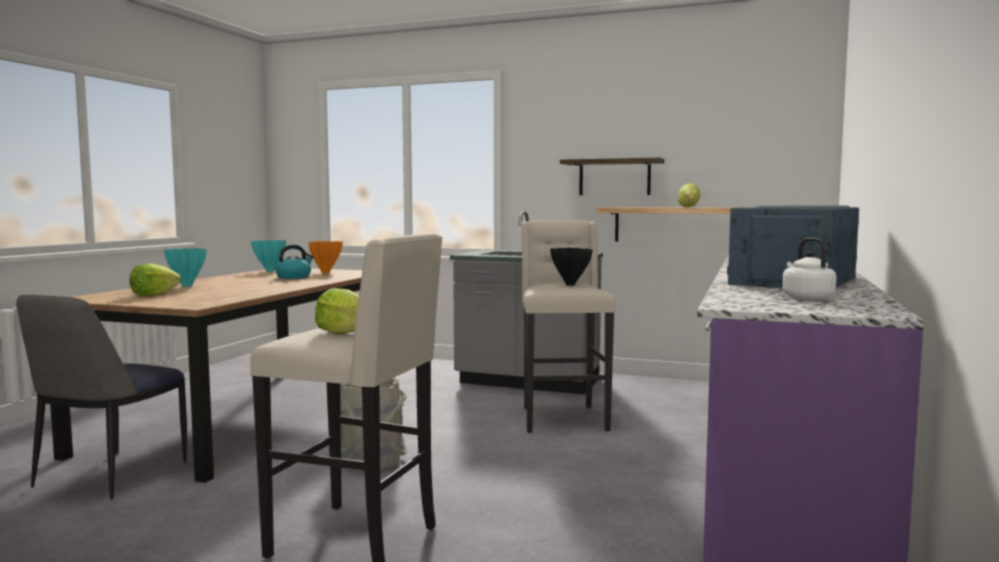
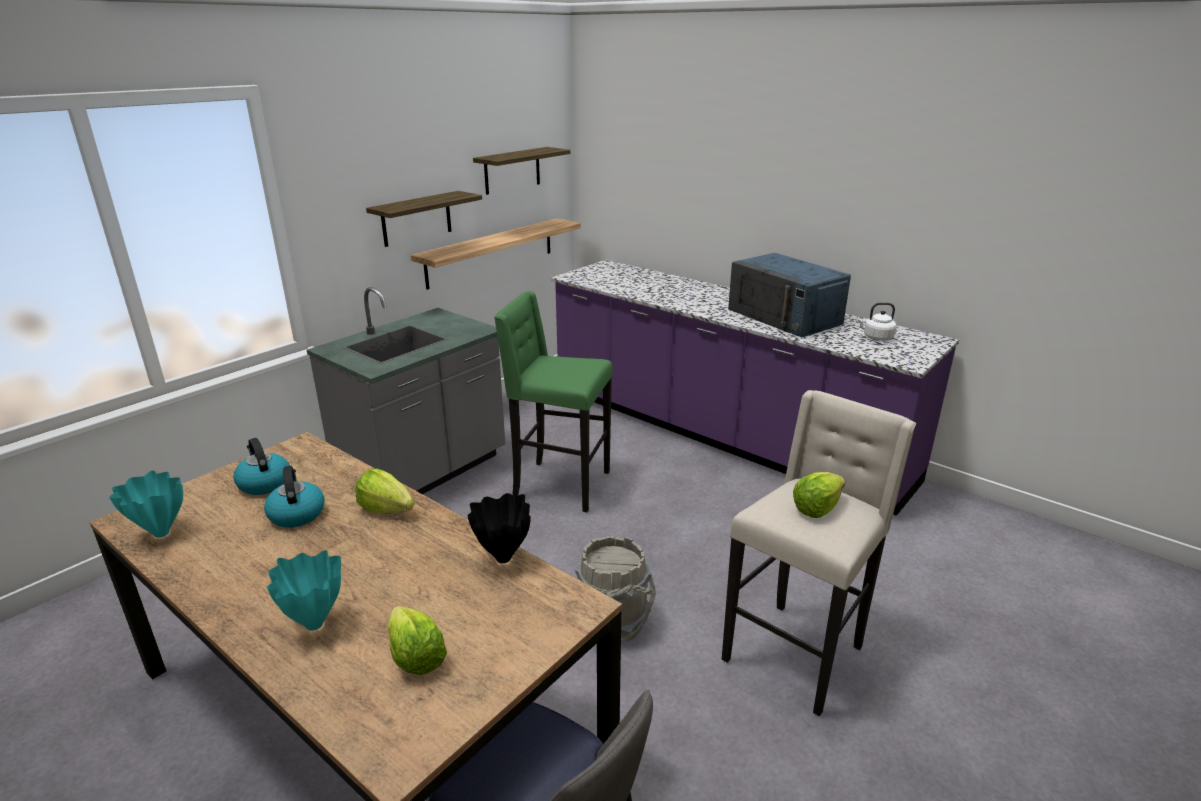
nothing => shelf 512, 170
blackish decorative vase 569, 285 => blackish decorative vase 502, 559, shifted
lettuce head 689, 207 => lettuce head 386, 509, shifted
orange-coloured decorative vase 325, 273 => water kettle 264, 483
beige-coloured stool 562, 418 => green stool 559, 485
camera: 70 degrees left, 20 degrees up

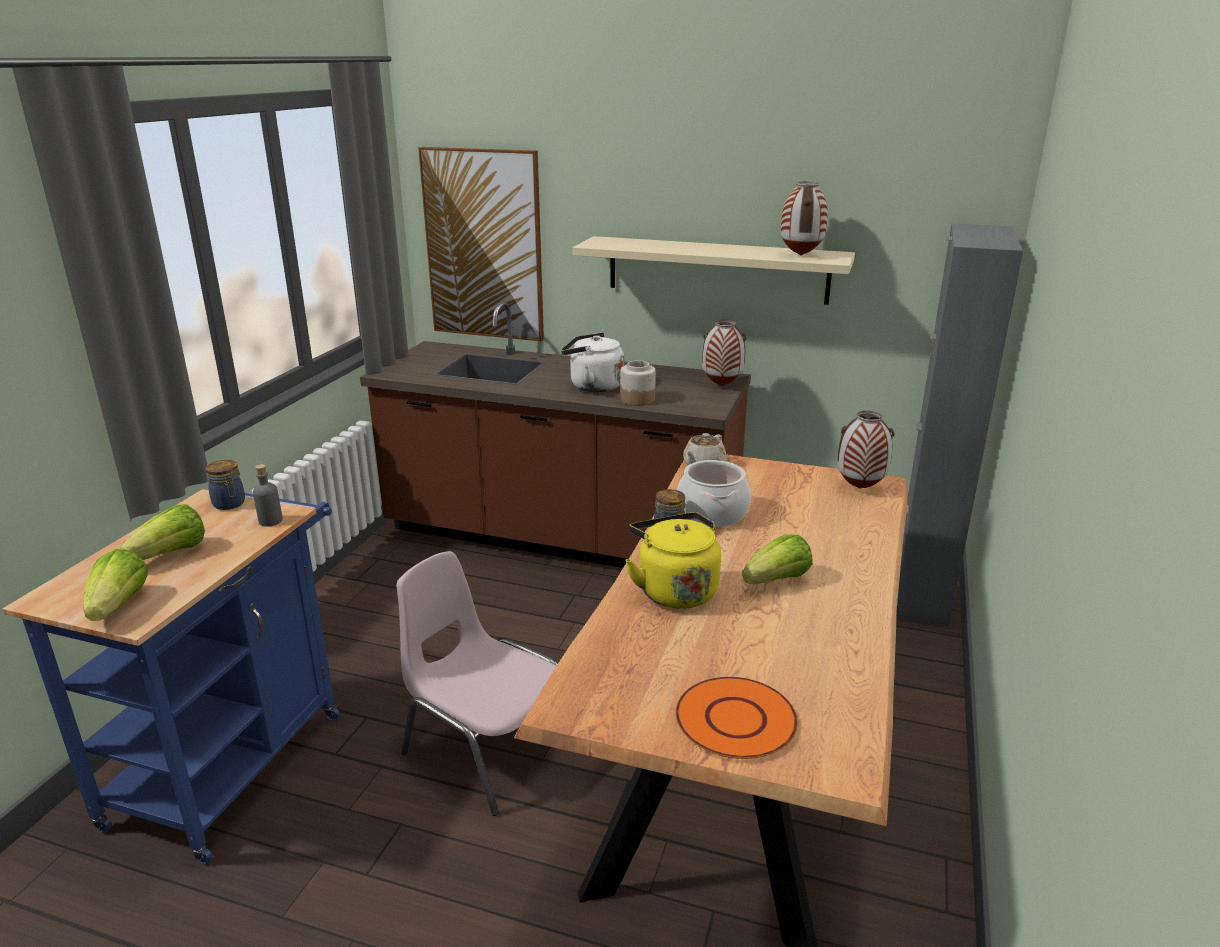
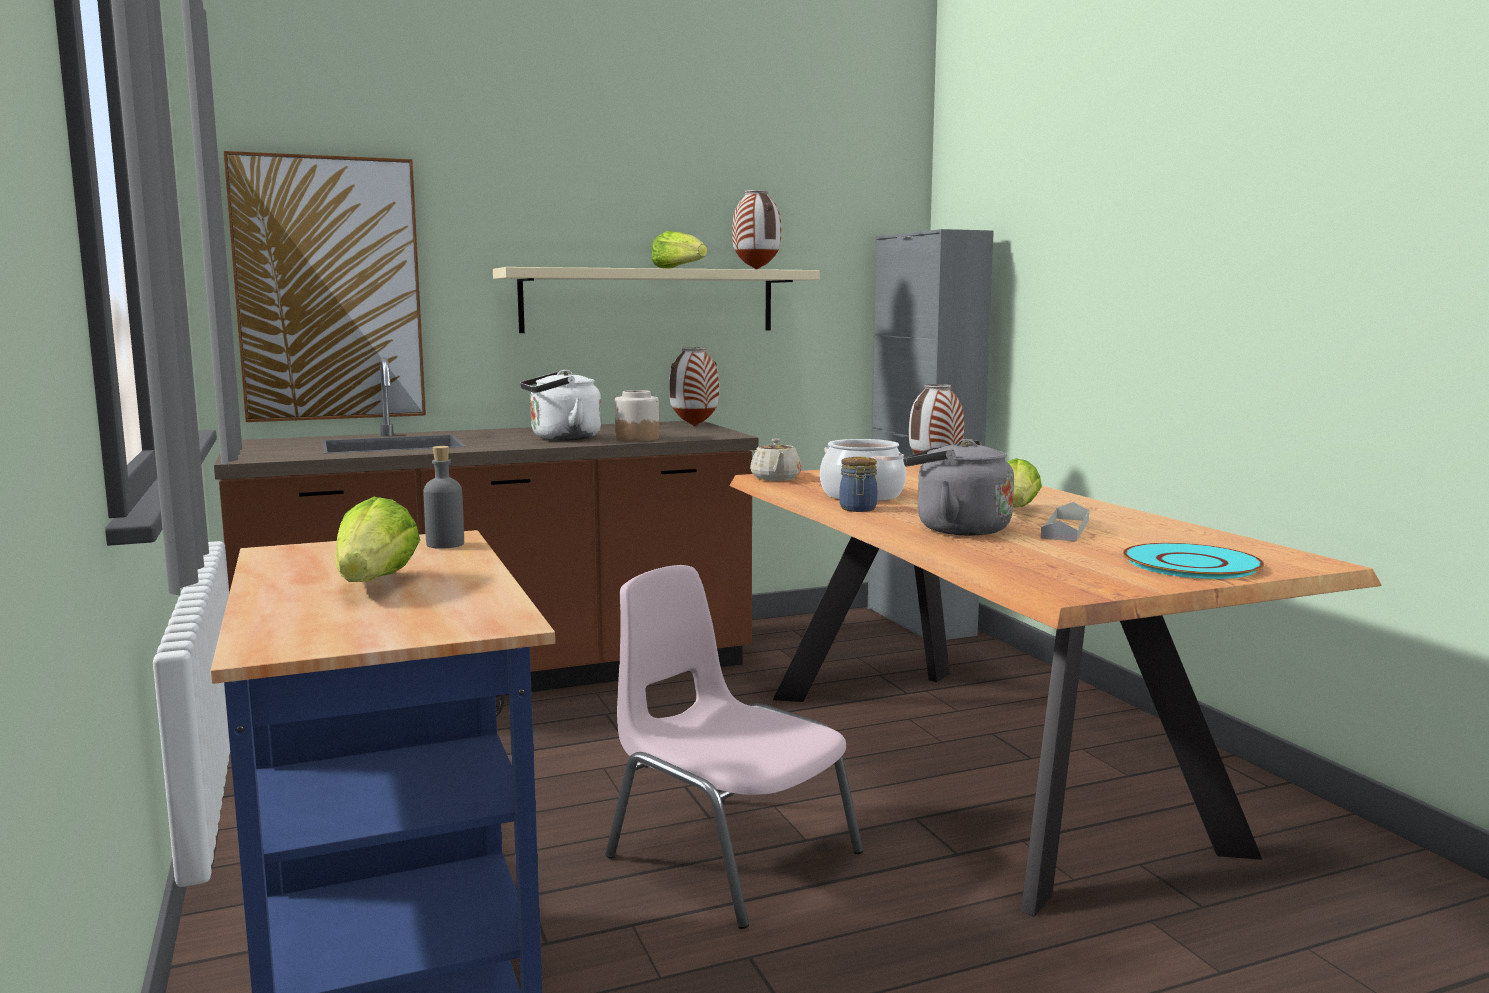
storage jar 229, 504 => nothing
nothing => gray serving tray 1065, 529
lettuce head 119, 605 => lettuce head 678, 268, shifted
yellow-coloured water kettle 674, 590 => gray water kettle 956, 529
orange-coloured flat dish 736, 719 => turquoise-coloured flat dish 1191, 563
pinkish chair 488, 746 => pinkish chair 730, 854, 45 degrees clockwise
camera: 40 degrees left, 15 degrees down

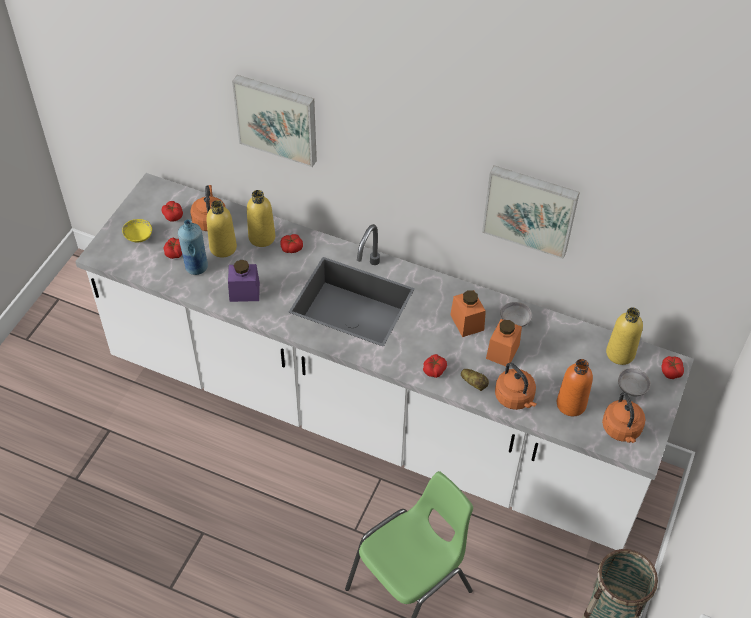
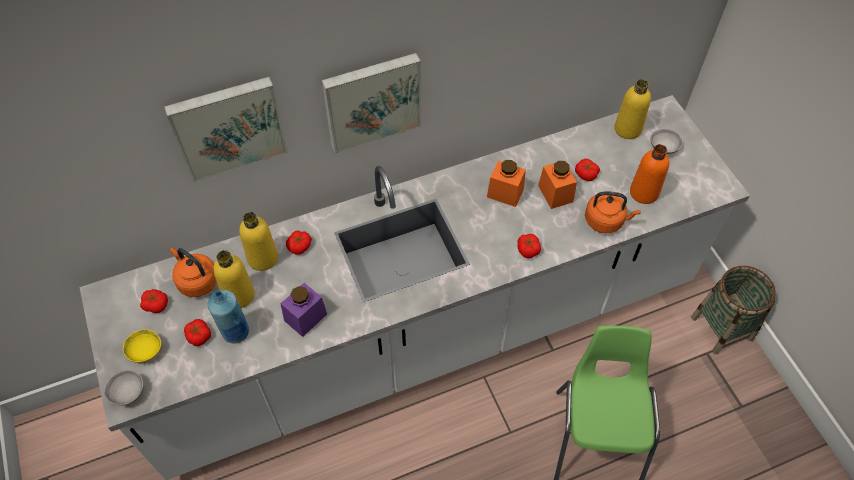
potato 474, 383 => nothing
orange-coloured water kettle 622, 430 => nothing
wall art 530, 209 => wall art 372, 100, shifted
gray deep dish 515, 320 => gray deep dish 127, 392, shifted
tomato 670, 371 => tomato 586, 174, shifted
camera: 45 degrees left, 5 degrees up

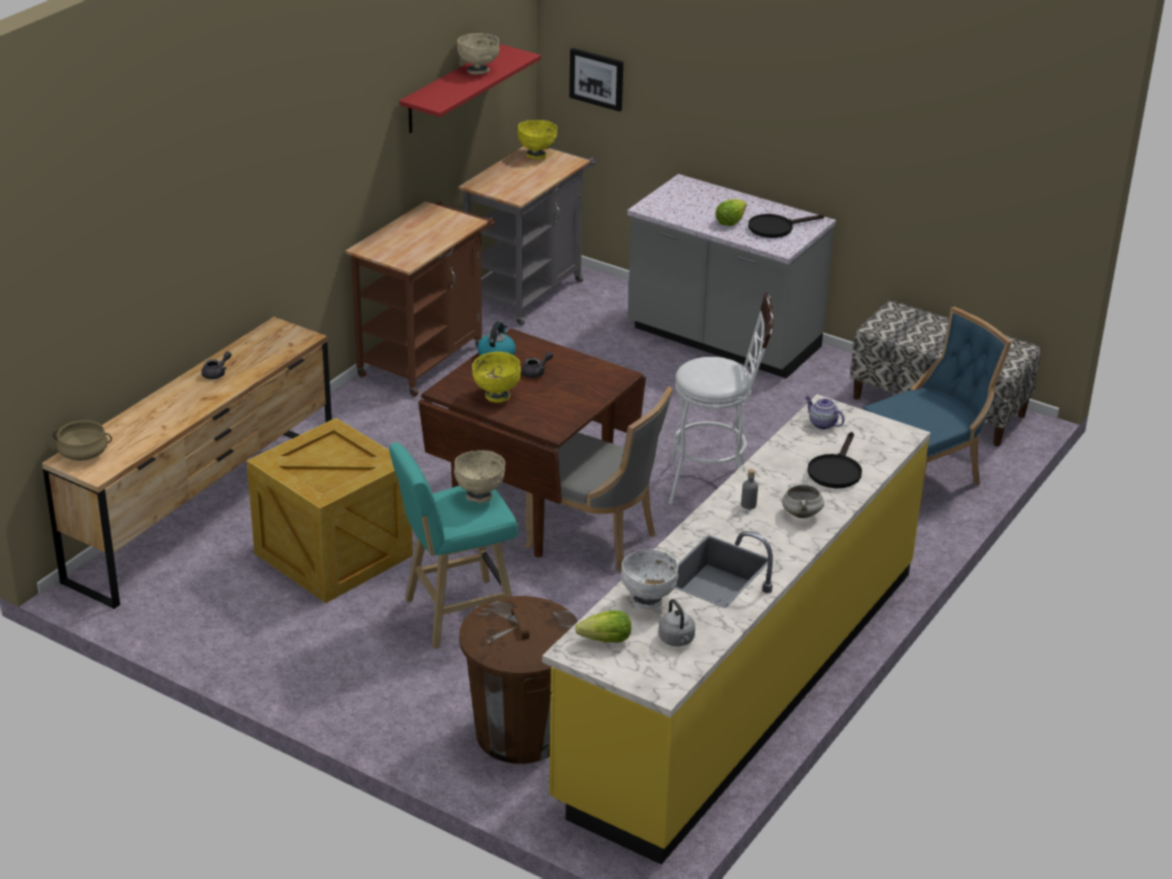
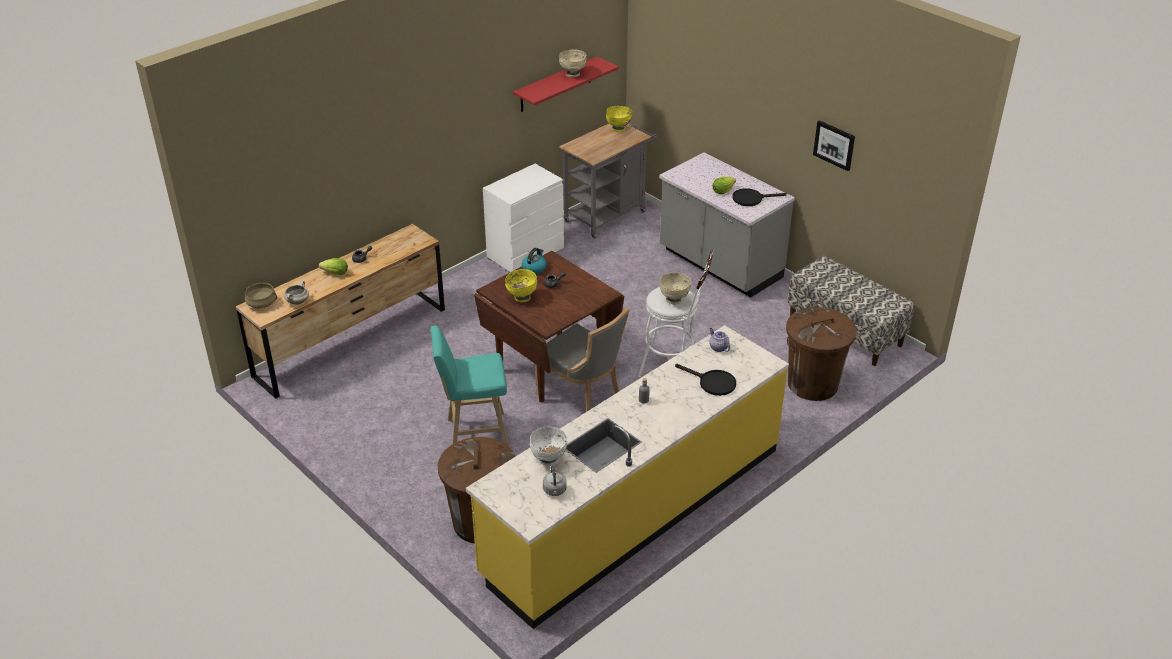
packing crate 331, 554 => nothing
beige-coloured deep dish 480, 496 => beige-coloured deep dish 674, 300, shifted
wall art 597, 79 => wall art 834, 145, shifted
lettuce head 606, 640 => lettuce head 335, 273, shifted
white saucepot 801, 514 => white saucepot 297, 302, shifted
brown-coloured wheeled cart 426, 357 => white chest of drawers 526, 253
blue-coloured chair 924, 481 => brown-coloured trash can 813, 384
blackish frying pan 835, 470 => blackish frying pan 712, 383, 90 degrees counterclockwise
camera: 15 degrees right, 5 degrees up

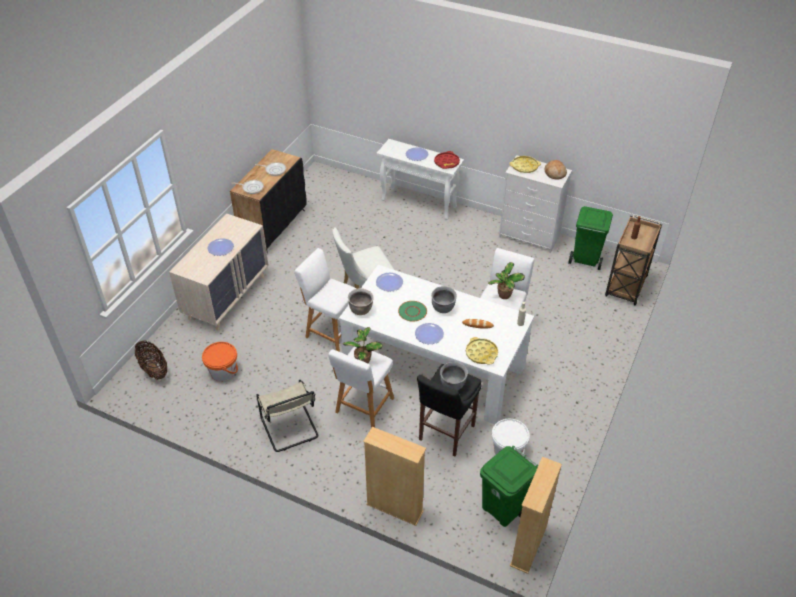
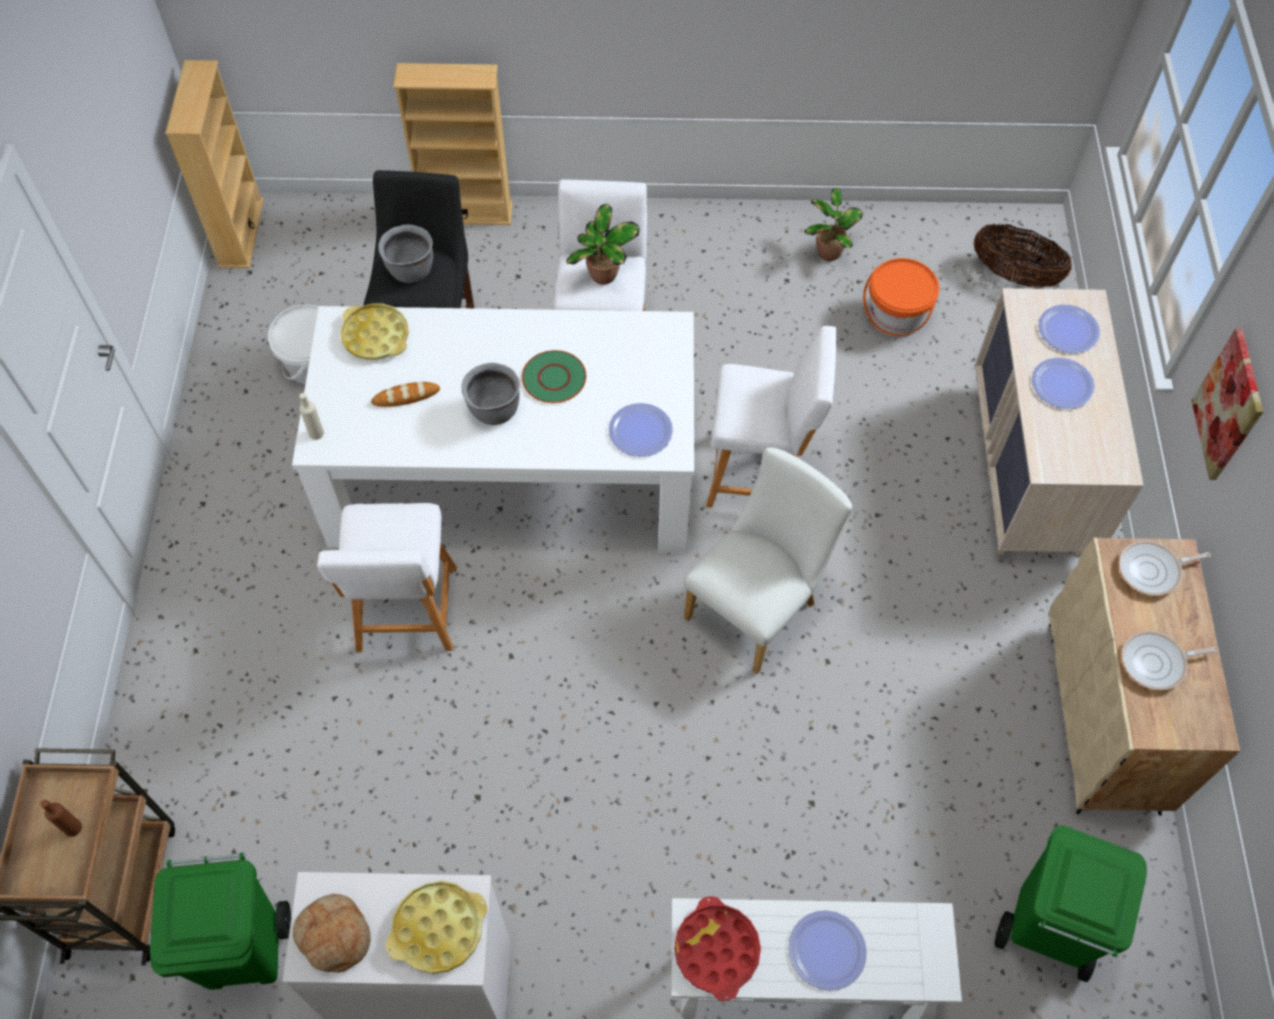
beige-coloured chair 290, 429 => nothing
brown-coloured saucepot 361, 310 => nothing
nothing => wall art 1228, 405
flat dish 429, 334 => flat dish 1068, 330, shifted
green trash can 503, 509 => green trash can 1045, 929, shifted
houseplant 504, 296 => houseplant 828, 251, shifted
blackish cabinet 273, 226 => beige-coloured cabinet 1104, 717
camera: 155 degrees right, 15 degrees up

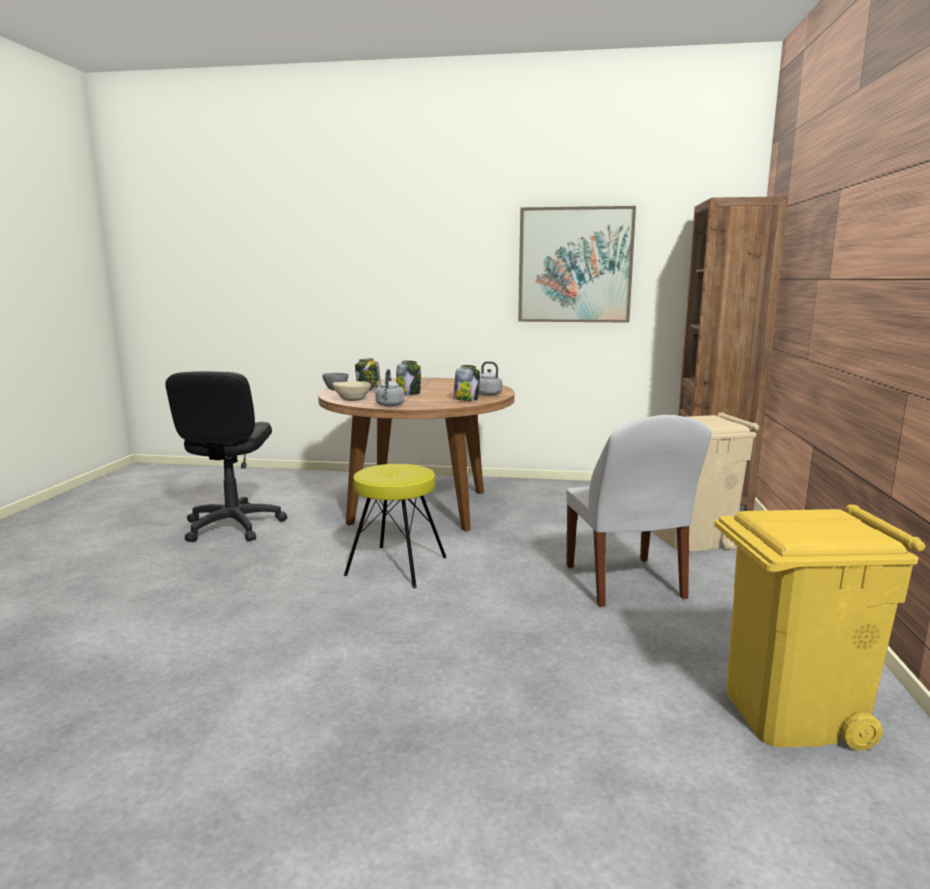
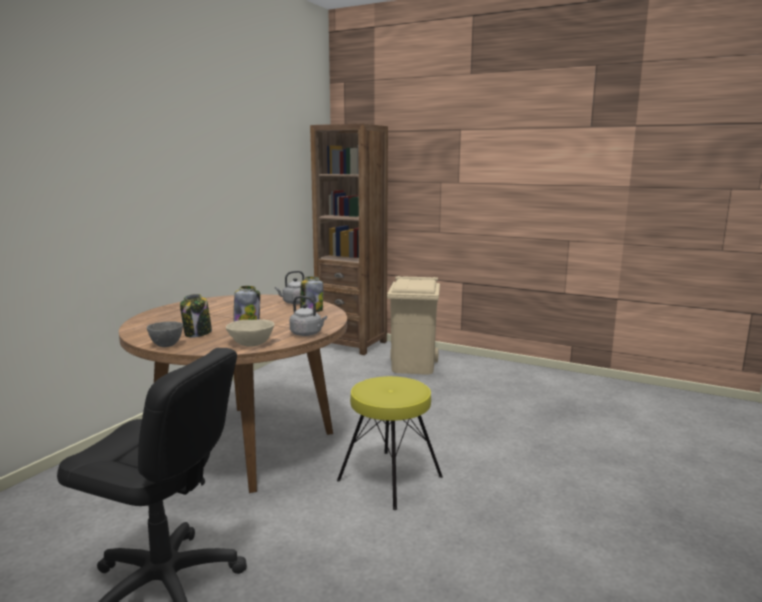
wall art 575, 265 => nothing
white chair 625, 583 => nothing
yellow-coloured trash can 791, 714 => nothing
camera: 70 degrees left, 0 degrees up

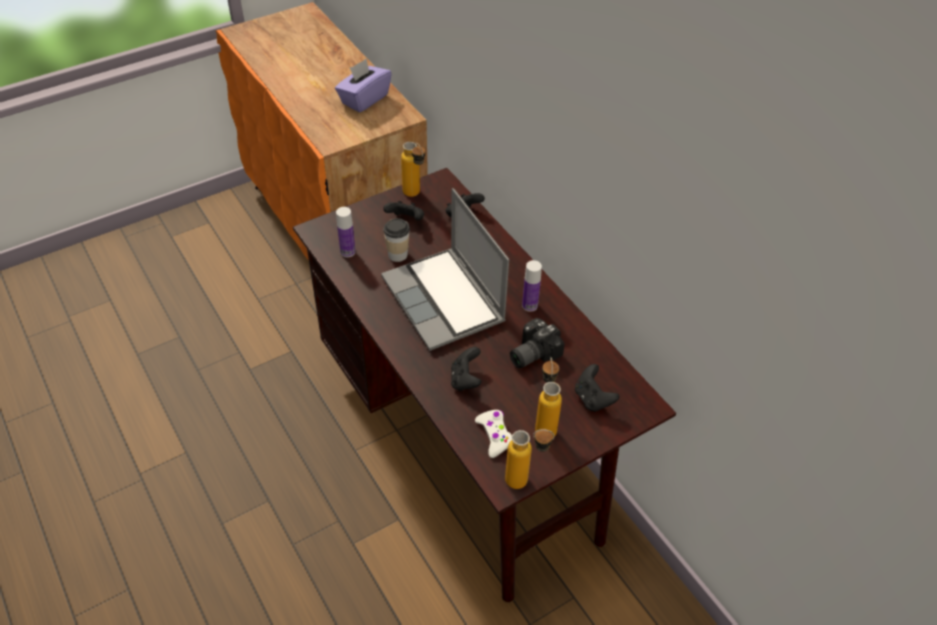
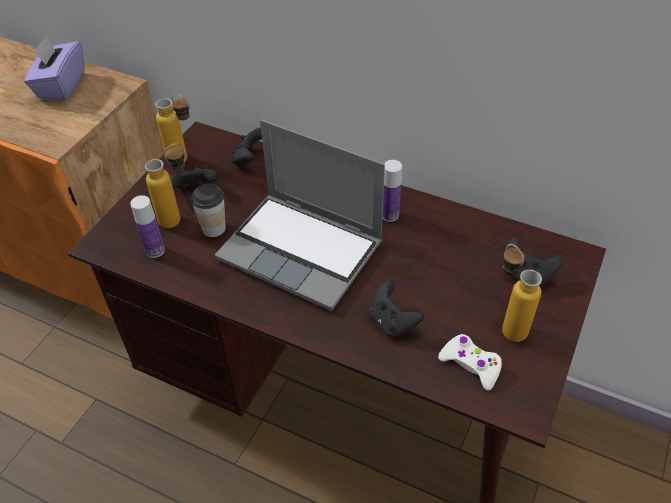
still camera 531, 353 => nothing
drink bottle 526, 481 => drink bottle 178, 218, shifted
camera: 30 degrees left, 0 degrees up

